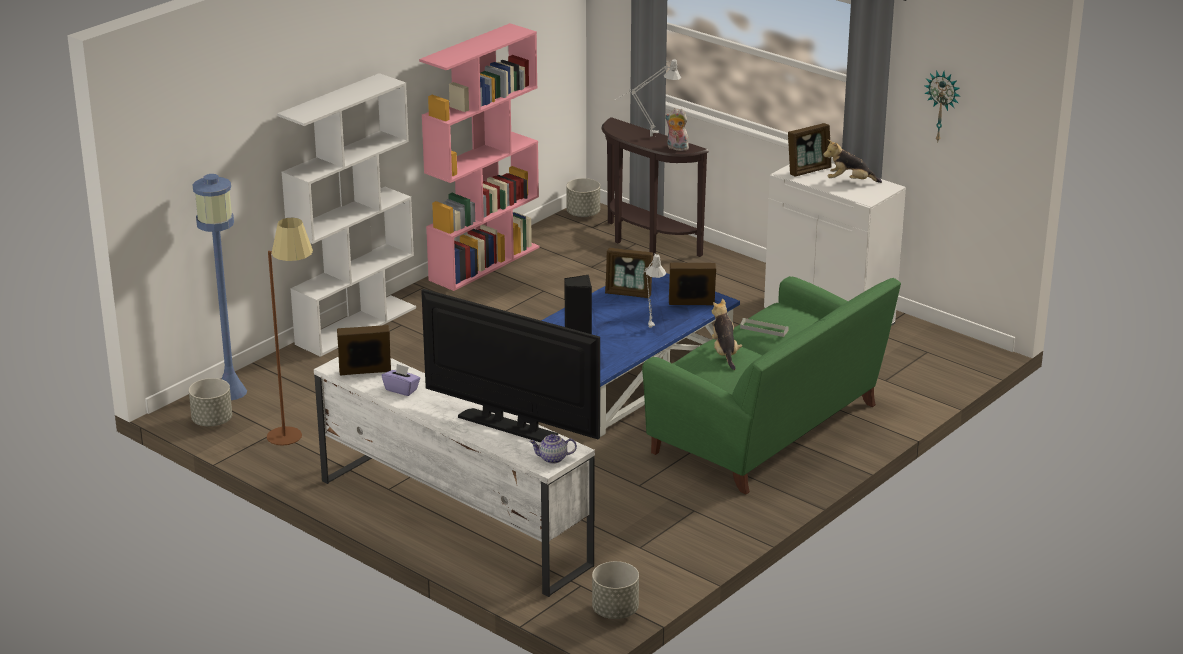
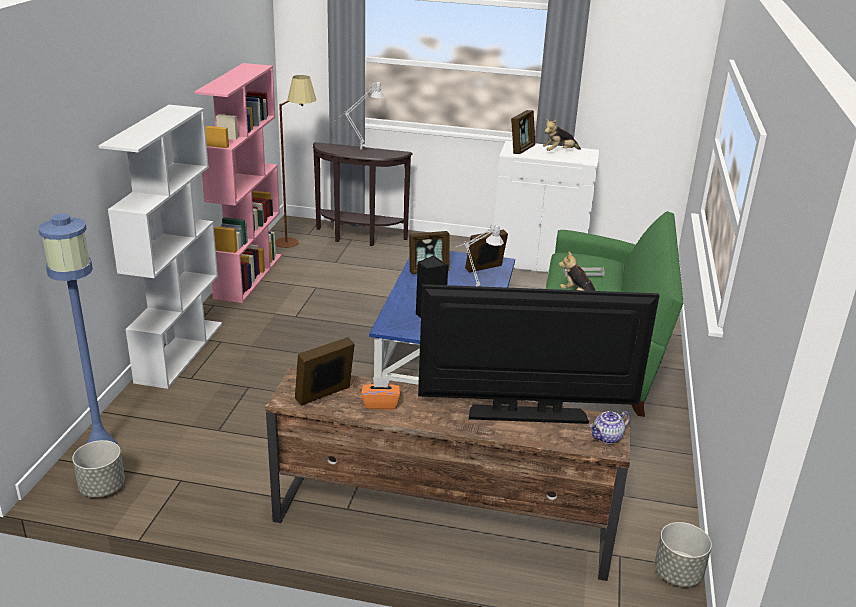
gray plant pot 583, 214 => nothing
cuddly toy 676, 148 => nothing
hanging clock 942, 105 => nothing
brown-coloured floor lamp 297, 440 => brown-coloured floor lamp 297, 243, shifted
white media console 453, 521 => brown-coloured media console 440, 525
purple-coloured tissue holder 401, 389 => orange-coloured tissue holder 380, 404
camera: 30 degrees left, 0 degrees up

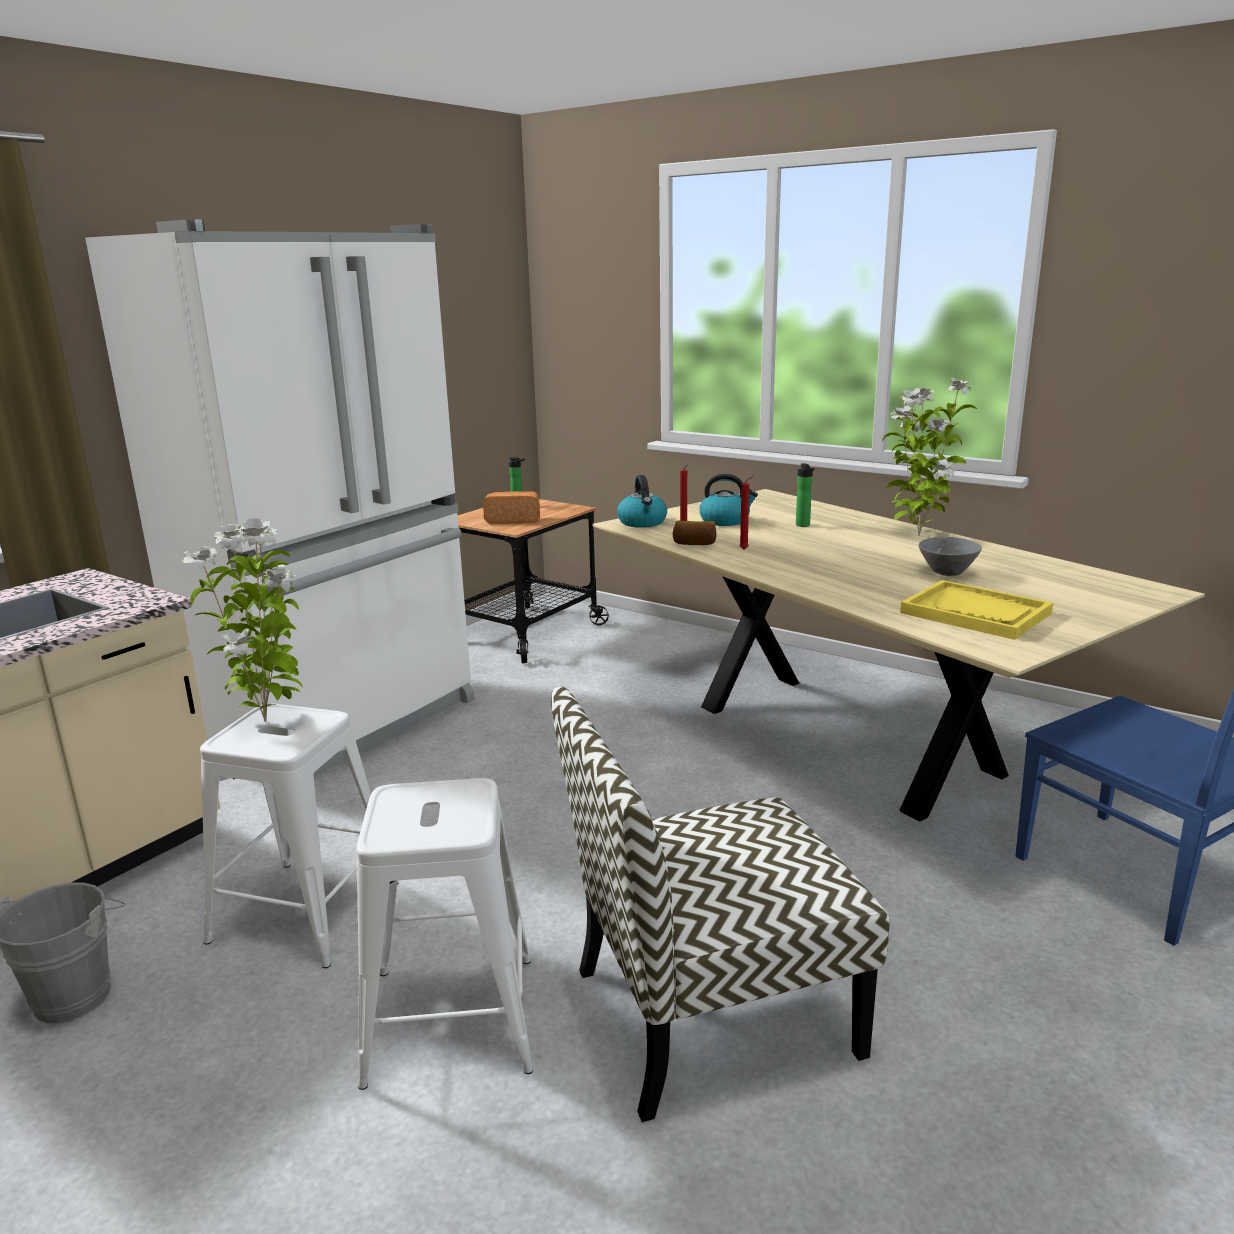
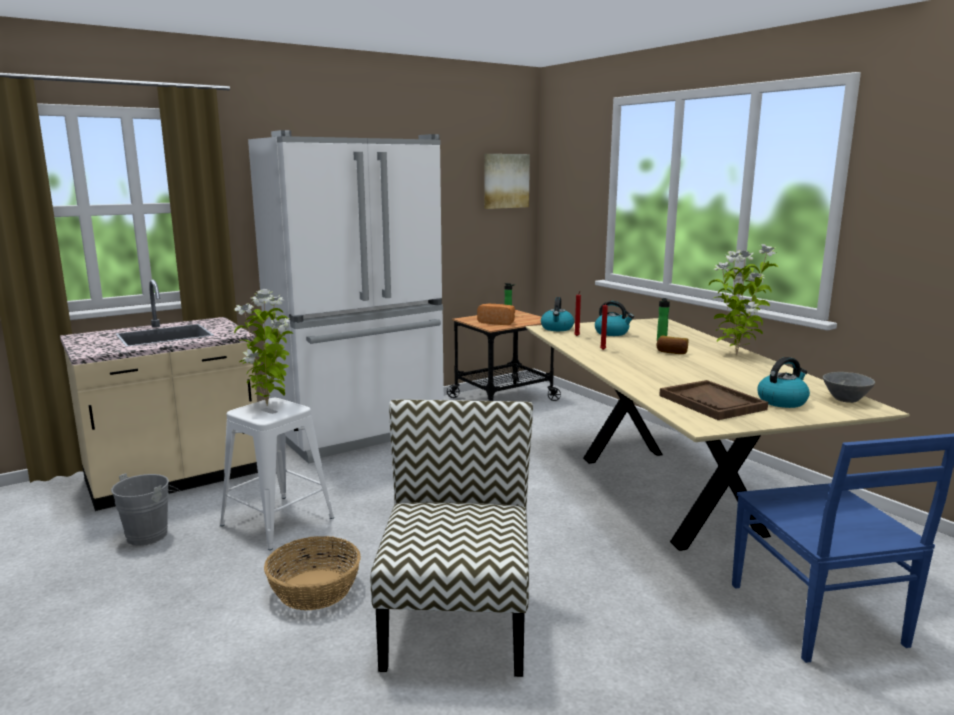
nothing => wall art 505, 181
nothing => water kettle 782, 401
bakery bread 694, 543 => bakery bread 672, 352, shifted
gray deep dish 945, 572 => gray deep dish 844, 399, shifted
white stool 452, 1020 => household basket 314, 589
yellow-coloured serving tray 976, 613 => brown-coloured serving tray 712, 402
chair 710, 1013 => chair 456, 621, 90 degrees clockwise
camera: 20 degrees right, 5 degrees down

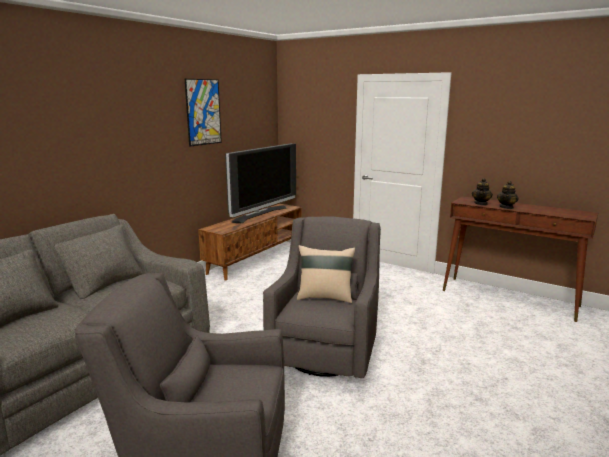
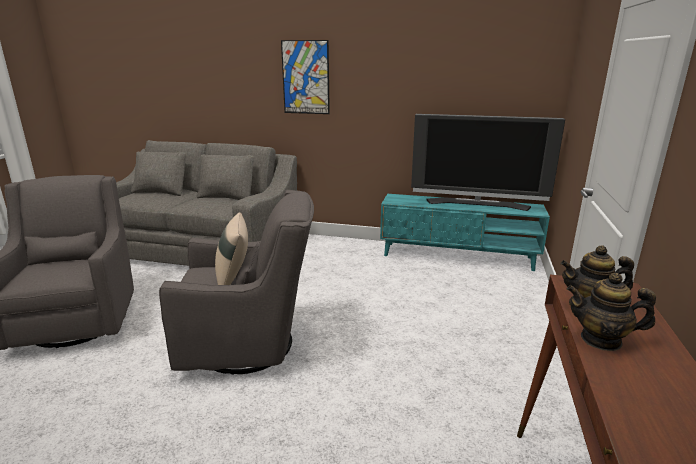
wall art 203, 112 => wall art 305, 77, shifted
brown-coloured media console 255, 259 => turquoise-coloured media console 457, 256
camera: 70 degrees right, 5 degrees up

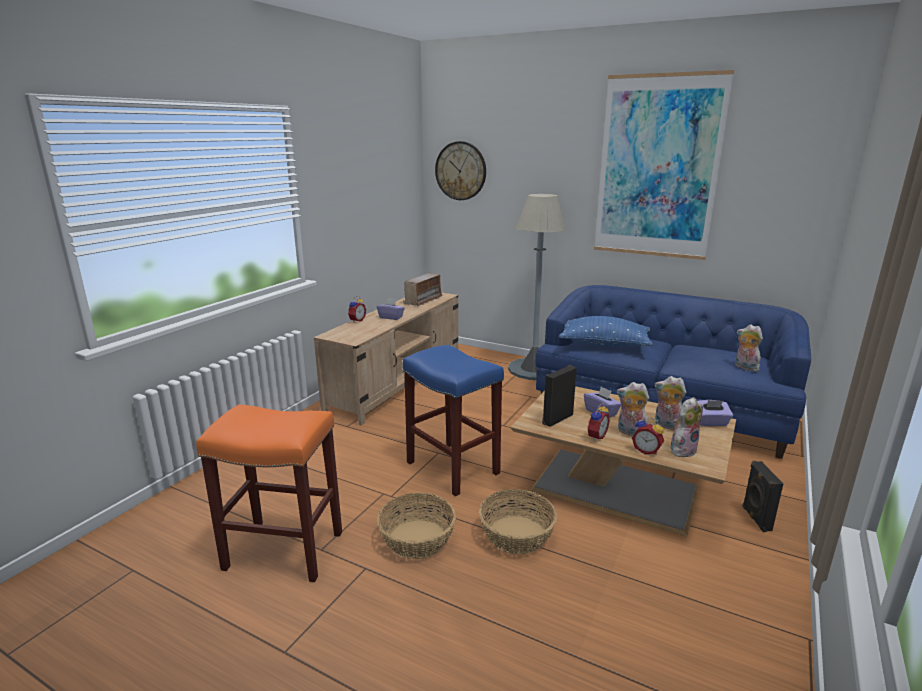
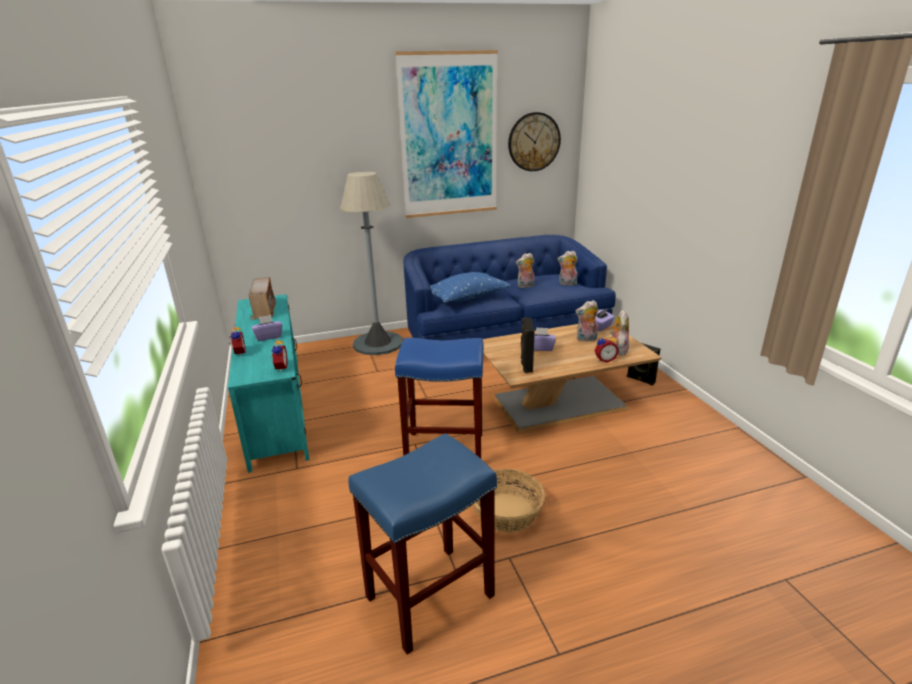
household basket 517, 535 => nothing
hanging clock 460, 171 => hanging clock 534, 142, shifted
bedside clock 595, 436 => bedside clock 280, 368, shifted
cuddly toy 630, 433 => cuddly toy 525, 286, shifted
orange-coloured stool 286, 550 => blue-coloured stool 431, 595
beige-coloured media console 397, 383 => turquoise-coloured media console 276, 406
camera: 45 degrees left, 5 degrees up

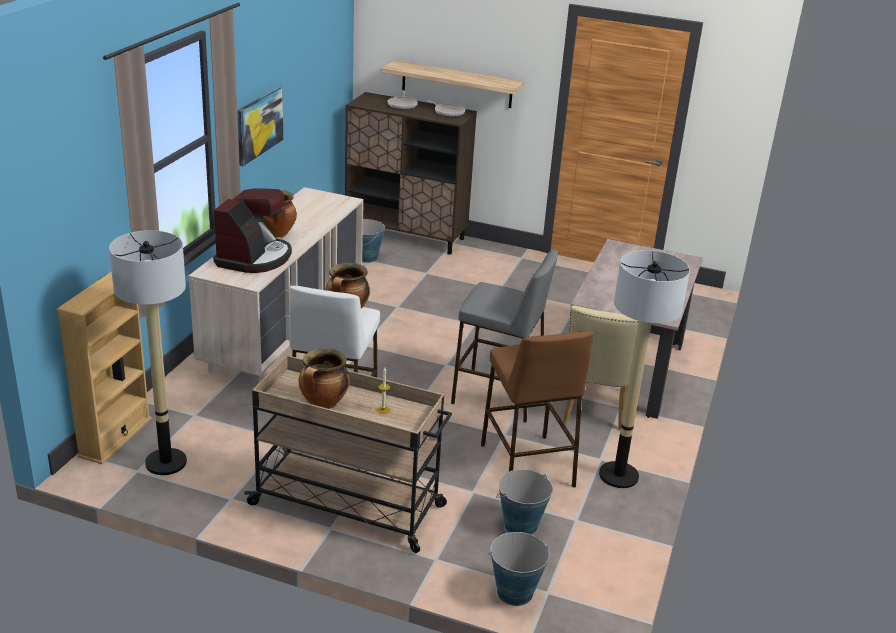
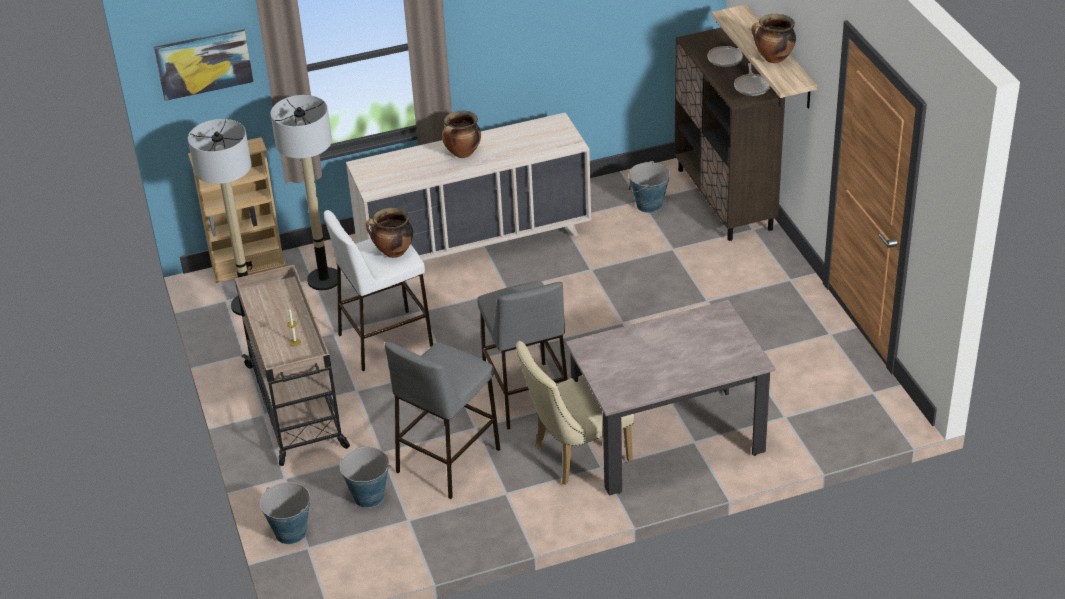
coffee maker 254, 257 => nothing
wall art 259, 125 => wall art 203, 63, shifted
saucepot 323, 404 => saucepot 773, 59, shifted
floor lamp 618, 475 => floor lamp 324, 279, shifted
brown-coloured stool 527, 466 => gray stool 447, 461
camera: 55 degrees right, 10 degrees up

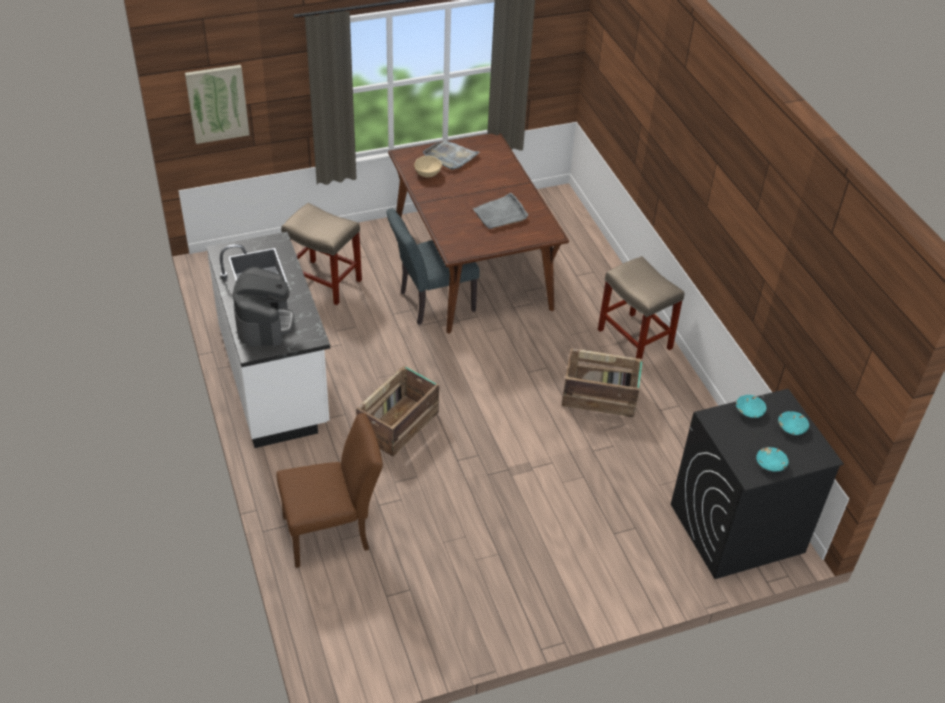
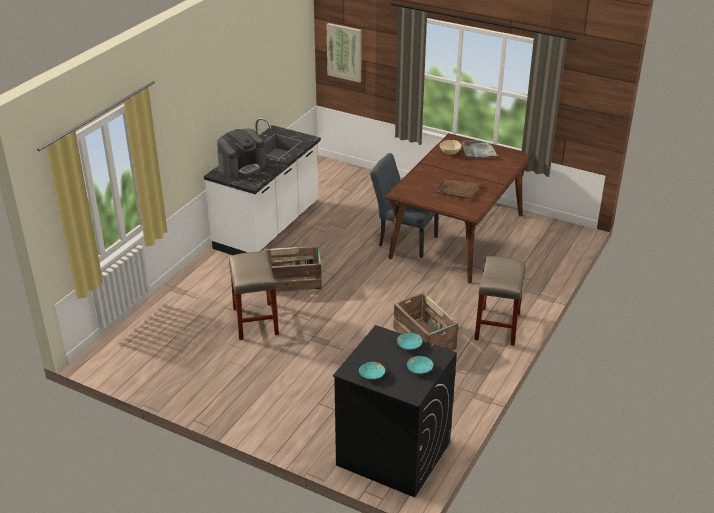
brown-coloured chair 333, 532 => nothing
beige-coloured stool 323, 282 => beige-coloured stool 255, 320, shifted
gray serving tray 500, 214 => brown-coloured serving tray 458, 190
camera: 50 degrees right, 10 degrees down

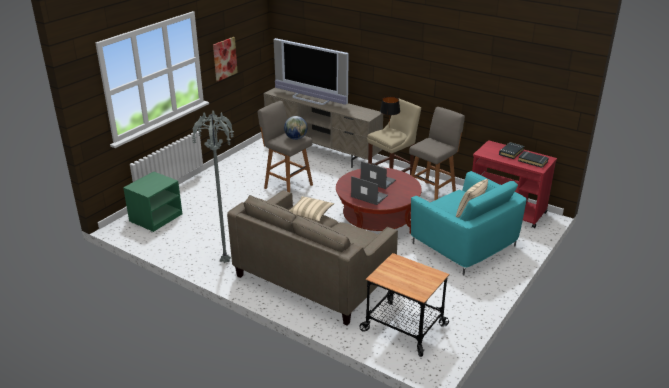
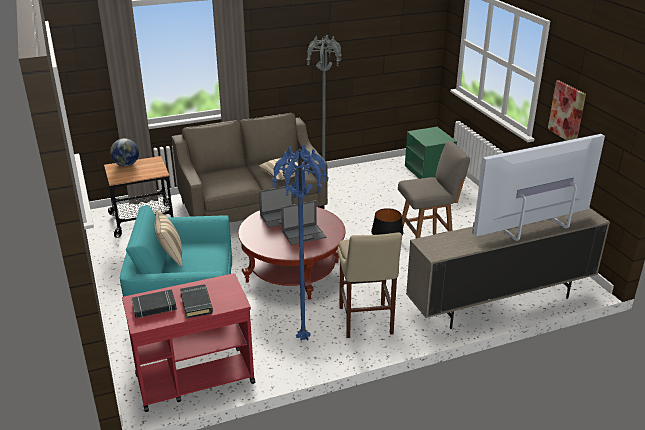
globe 296, 138 => globe 126, 165, shifted
gray stool 432, 193 => blue-coloured floor lamp 302, 338
camera: 125 degrees right, 0 degrees up

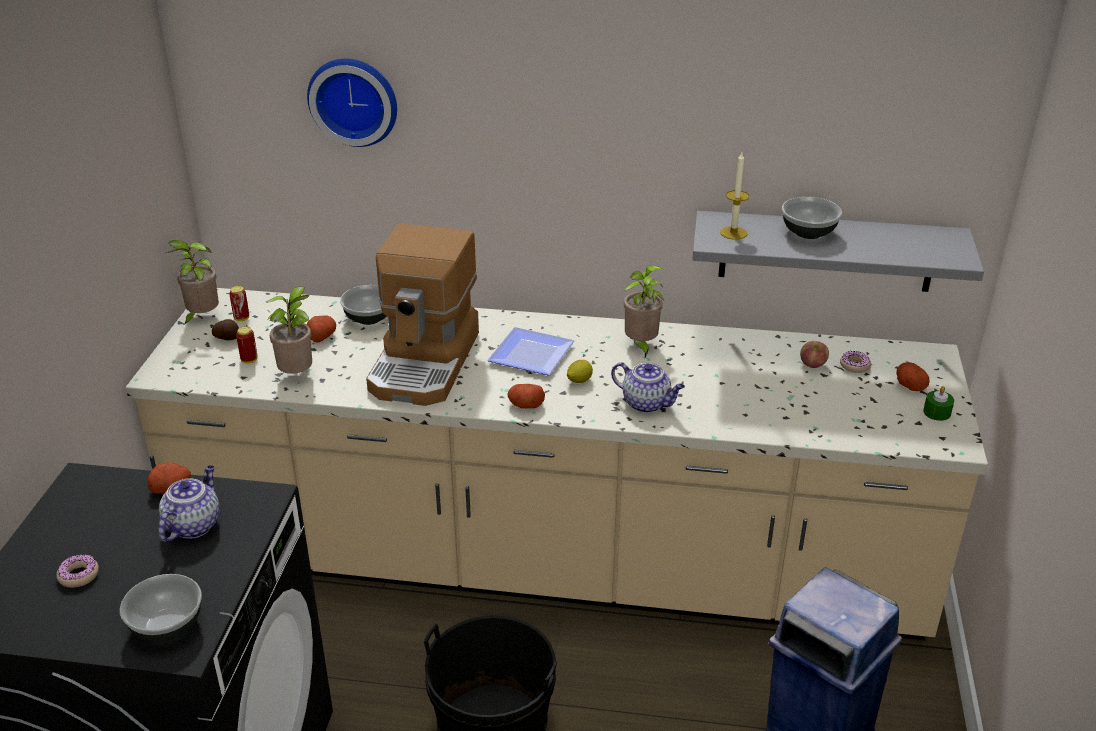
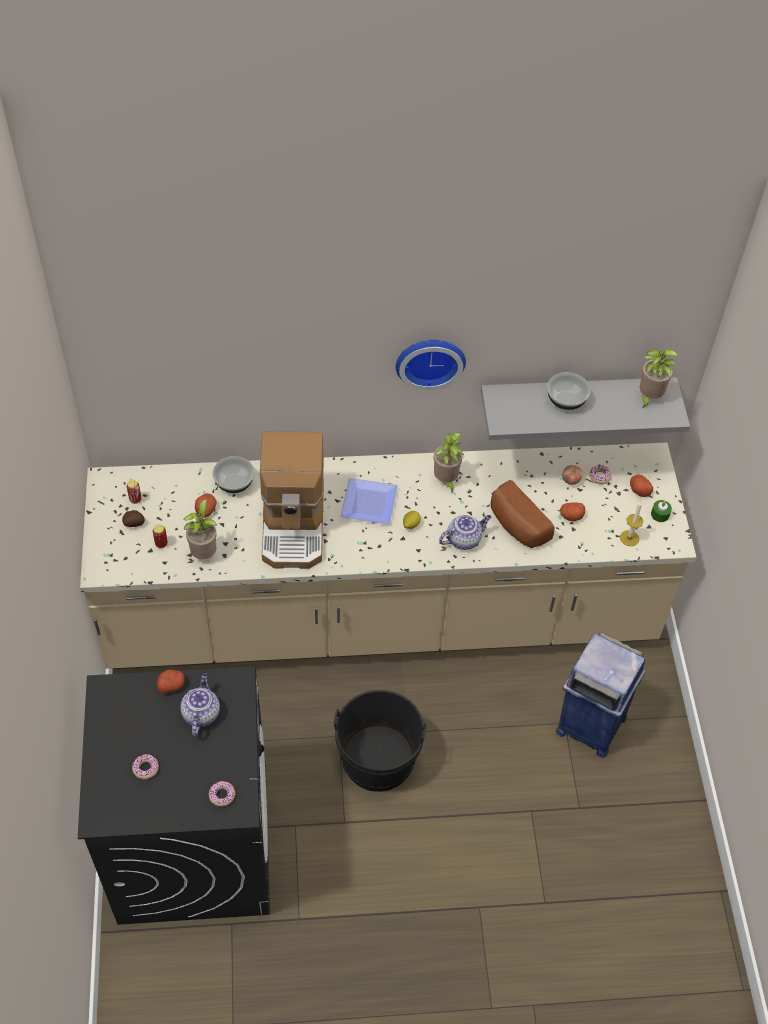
nothing => bakery bread 516, 526
houseplant 202, 317 => houseplant 649, 397, shifted
hanging clock 354, 100 => hanging clock 430, 359, shifted
potato 525, 405 => potato 571, 516, shifted
candle 733, 233 => candle 629, 538, shifted
deep dish 167, 626 => doughnut 222, 795
pot for tea 647, 403 => pot for tea 464, 539, 45 degrees counterclockwise
camera: 15 degrees left, 20 degrees up

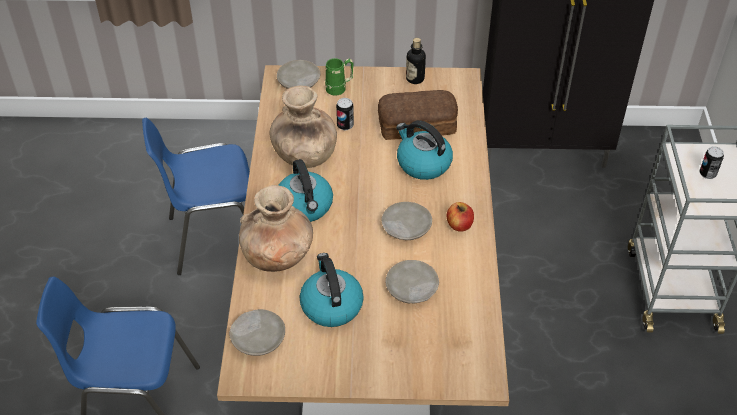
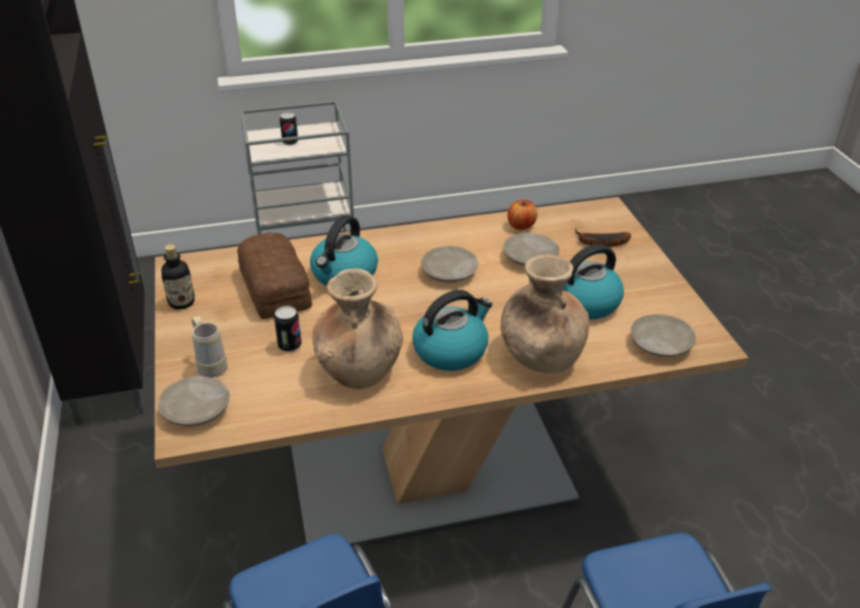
nothing => whole banana 599, 243
apple fruit 459, 225 => apple fruit 521, 226, shifted
green coffee mug 339, 88 => beige-coloured coffee mug 210, 365
camera: 105 degrees left, 10 degrees down

